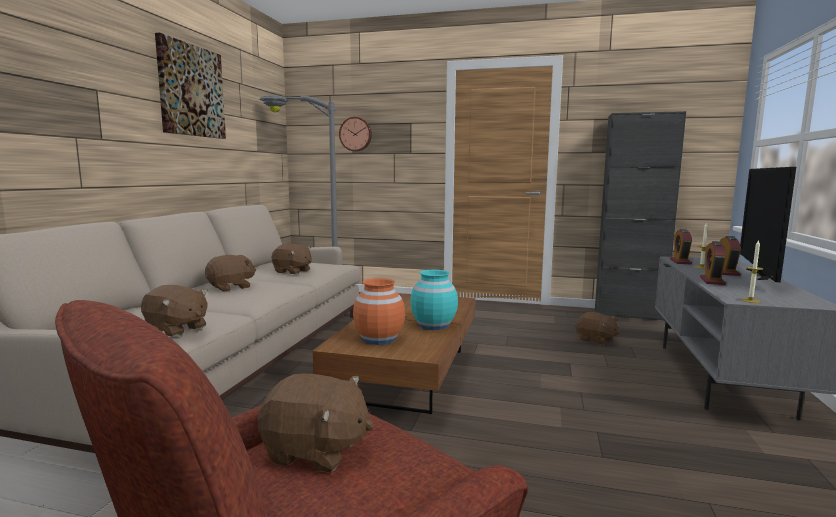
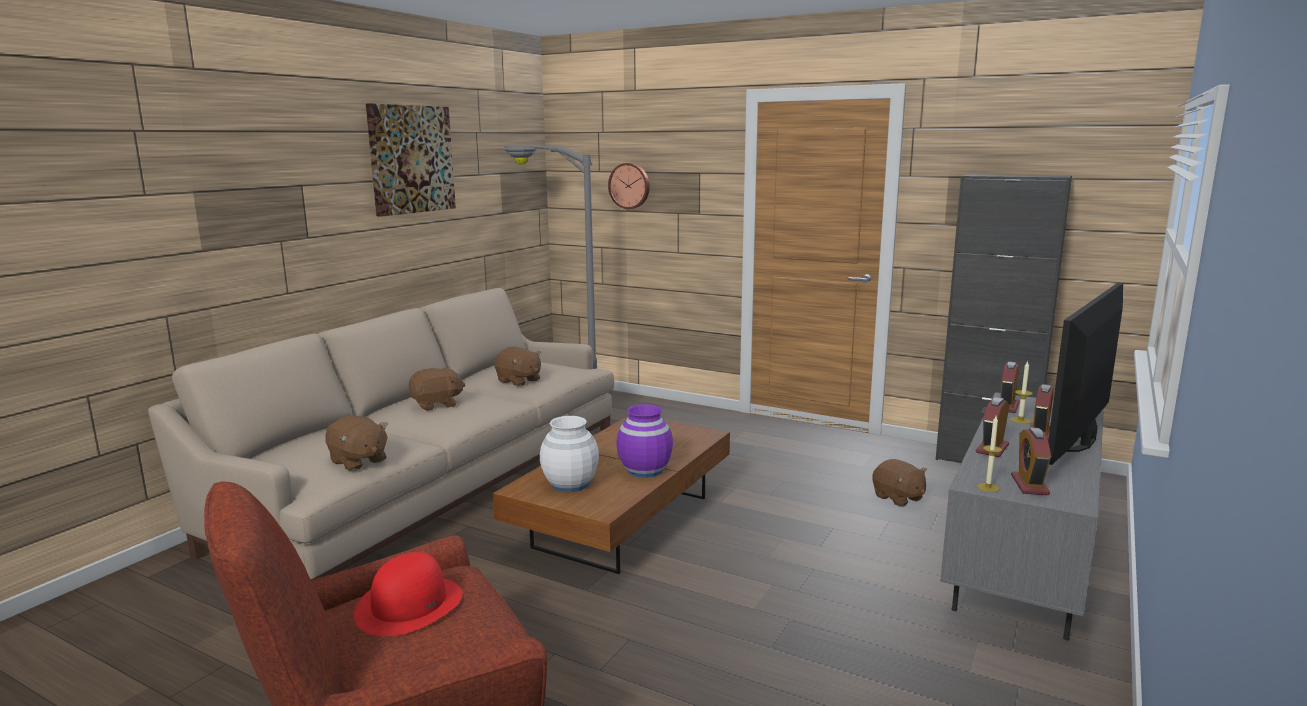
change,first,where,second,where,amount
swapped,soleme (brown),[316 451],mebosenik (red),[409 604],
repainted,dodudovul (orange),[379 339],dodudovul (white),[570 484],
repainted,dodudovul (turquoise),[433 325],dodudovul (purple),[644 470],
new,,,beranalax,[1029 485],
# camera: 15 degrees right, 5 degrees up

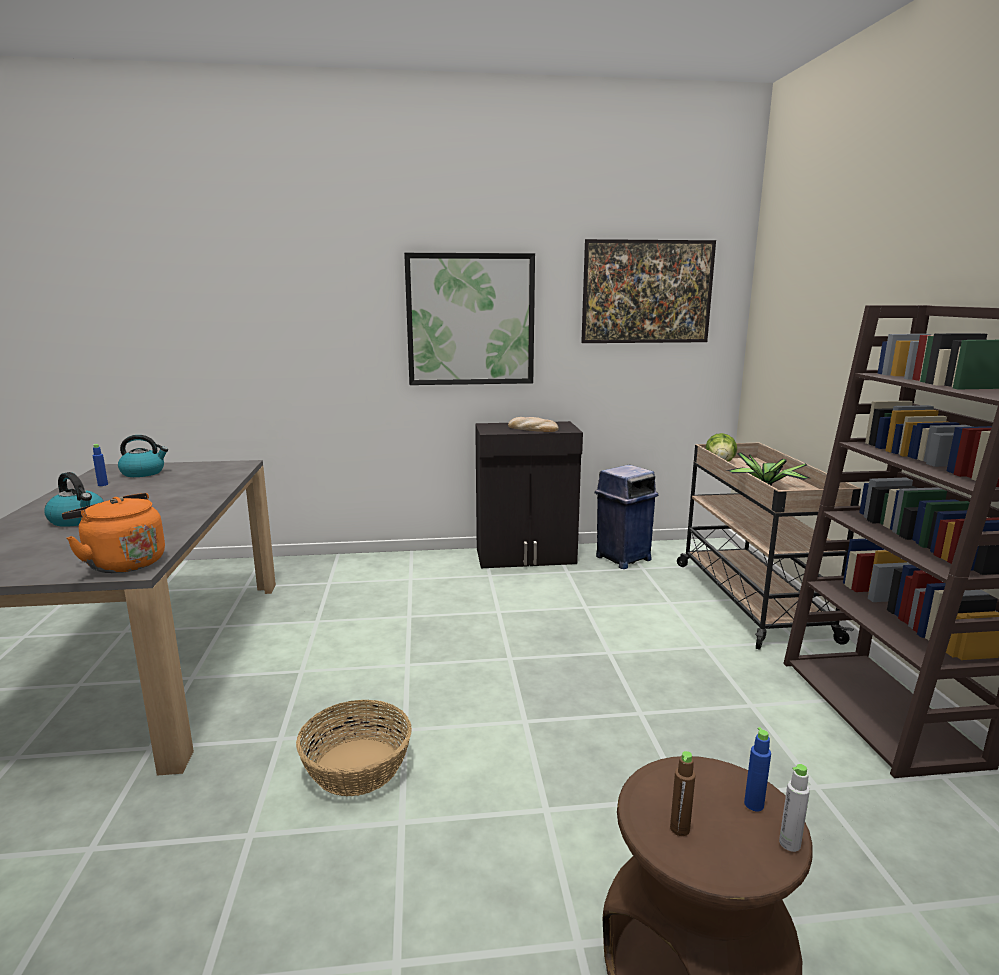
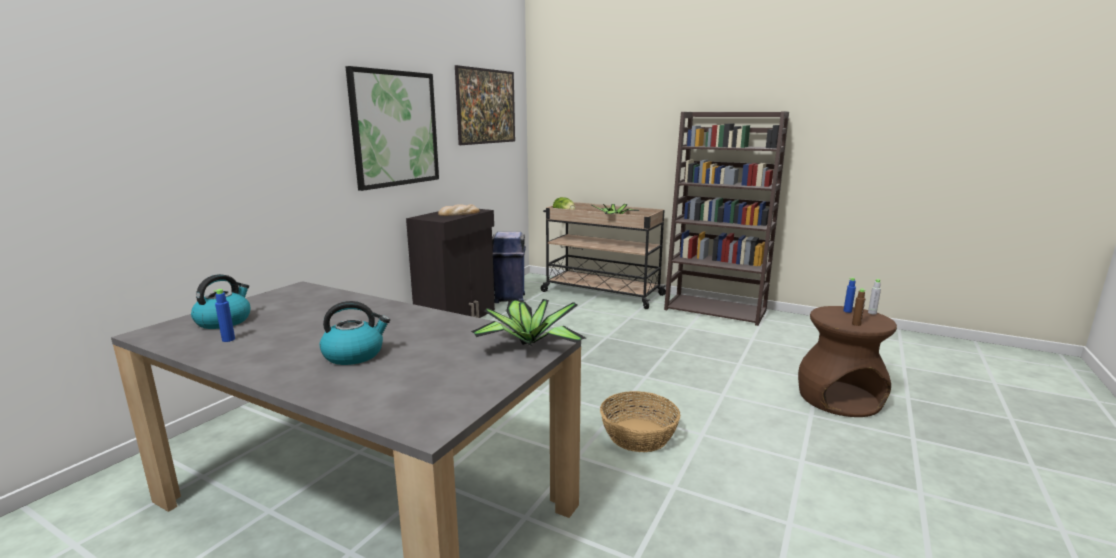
change,first,where,second,where,amount
swapped,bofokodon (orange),[122 563],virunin,[527 344],
# camera: 55 degrees left, 0 degrees up

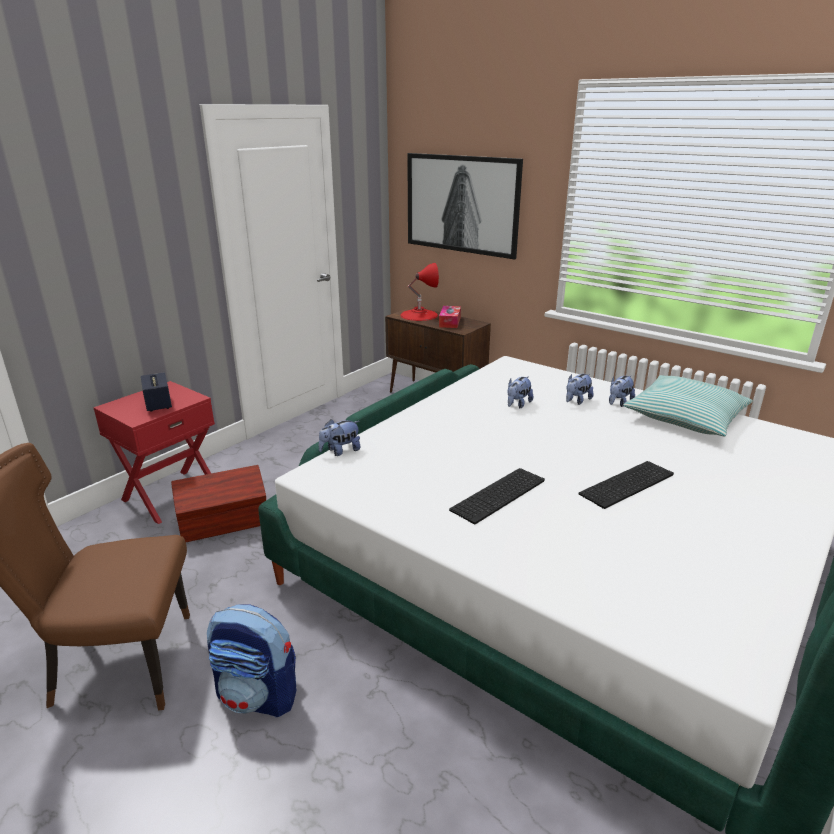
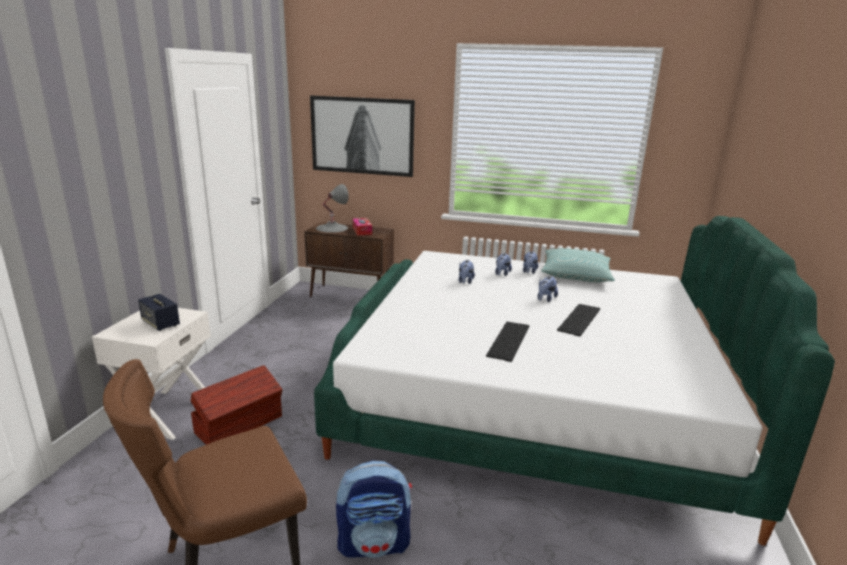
change,first,where,second,where,amount
repainted,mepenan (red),[171 495],mepenan (white),[166 413],
shifted,soleme,[340 451],,[545 299],
repainted,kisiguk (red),[419 315],kisiguk (grey),[332 228],
# camera: 25 degrees left, 5 degrees down

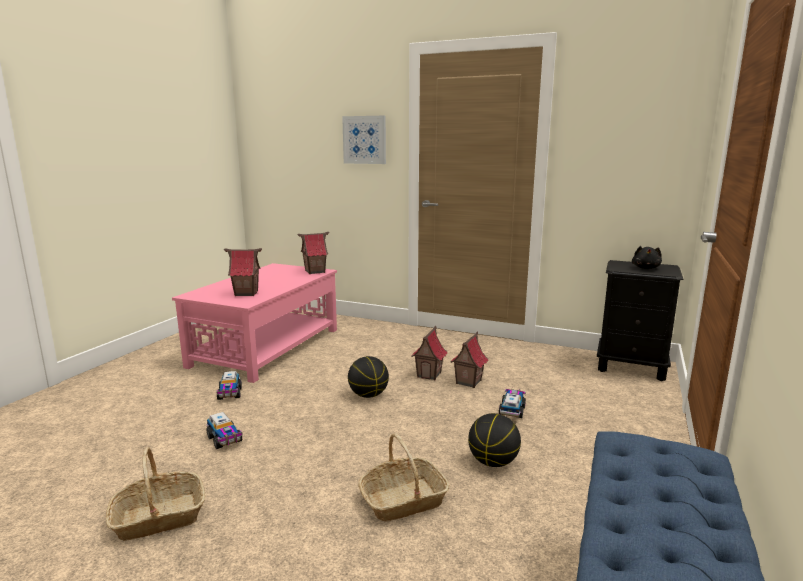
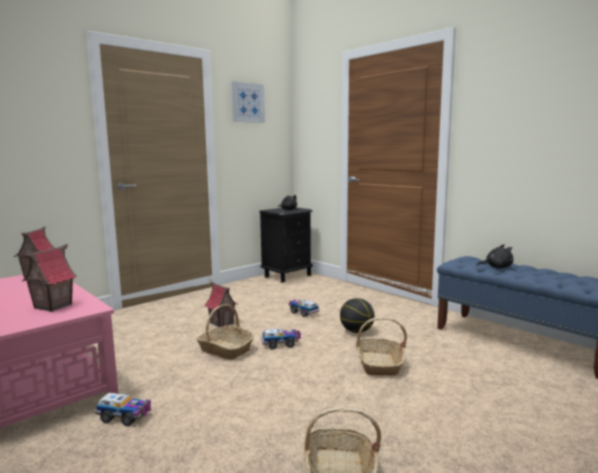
change,first,where,second,where,amount
shifted,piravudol,[225 439],,[281 344],
shifted,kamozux,[364 140],,[247 102],
swapped,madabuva,[368 395],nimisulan,[225 349],
gone,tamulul,[468 382],,,
new,,,soleme (black),[497 267],
# camera: 65 degrees left, 5 degrees down

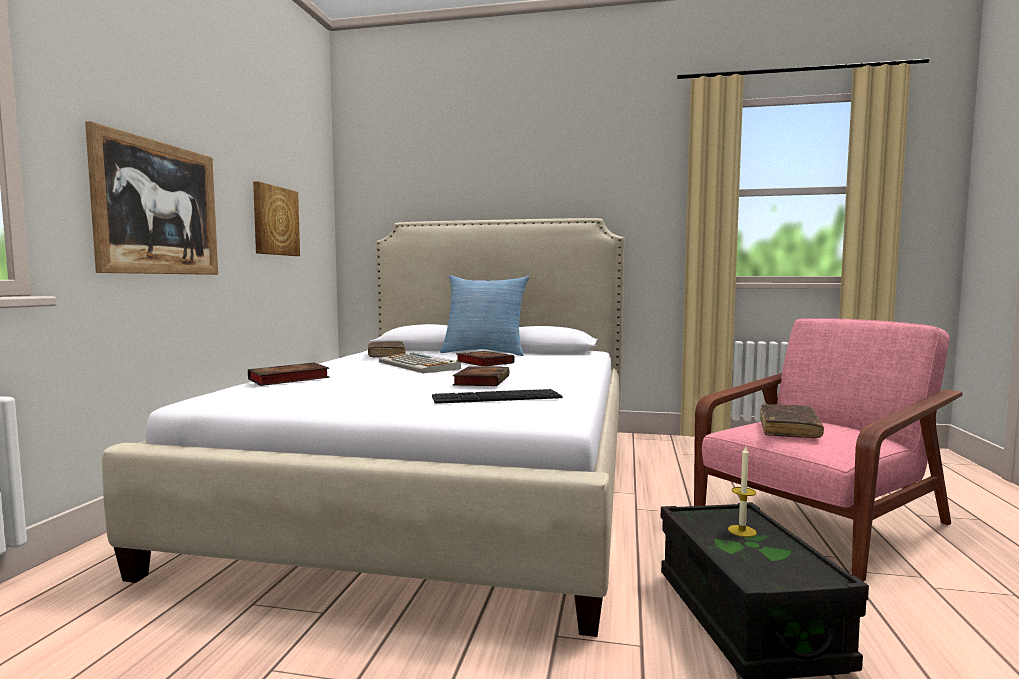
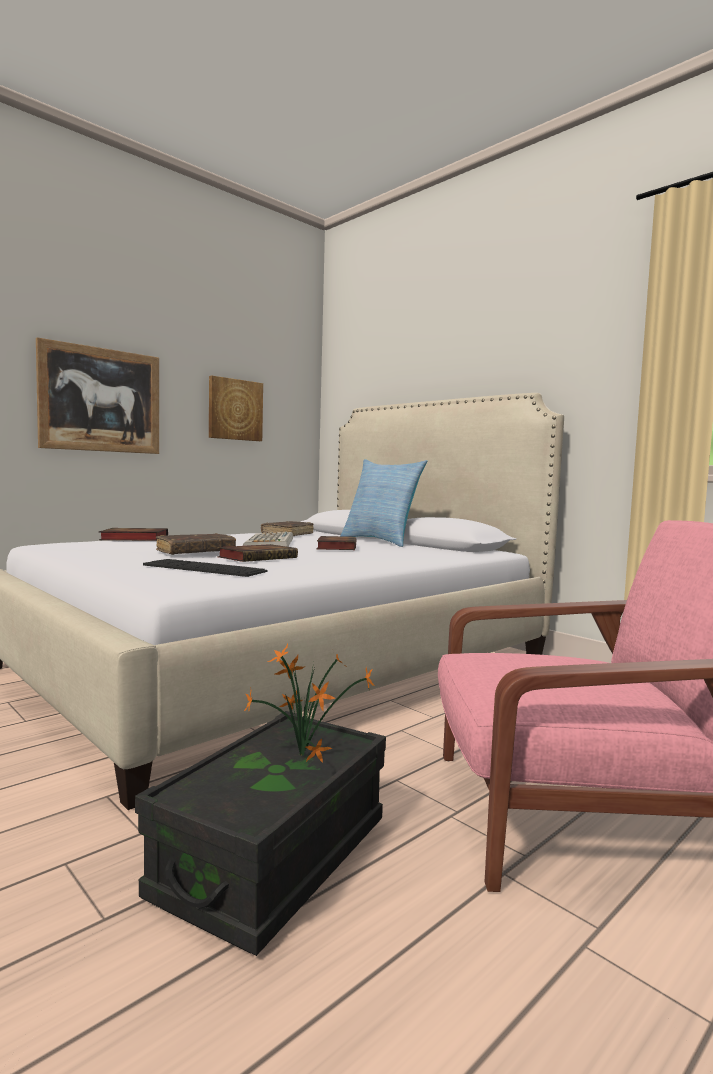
change,first,where,second,where,amount
swapped,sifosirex,[742 531],virunin,[302 755],
shifted,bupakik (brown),[789 429],,[196 552],
# camera: 35 degrees right, 0 degrees up

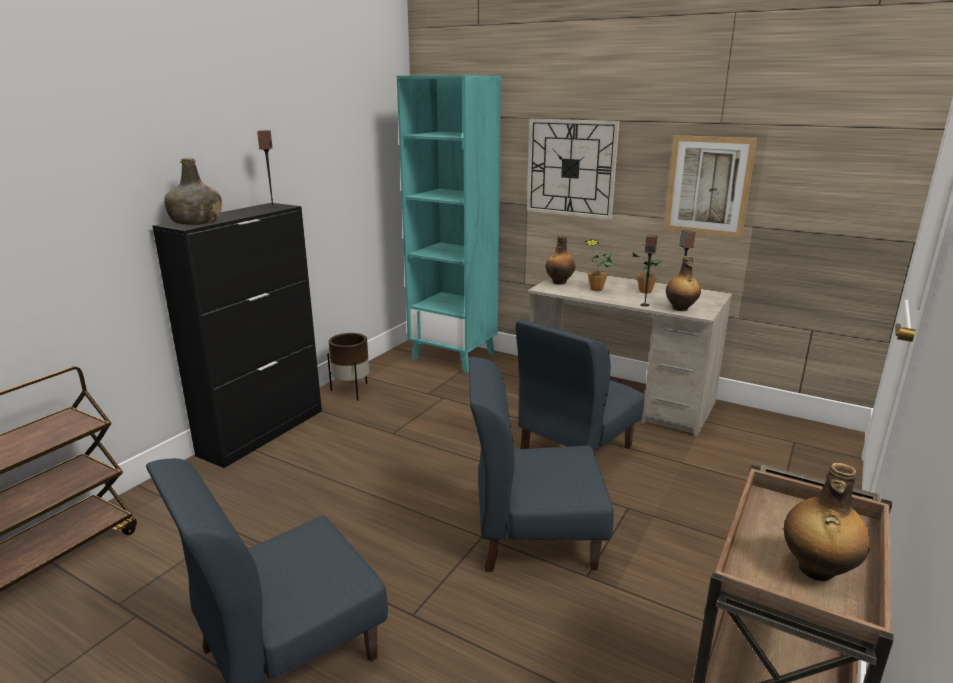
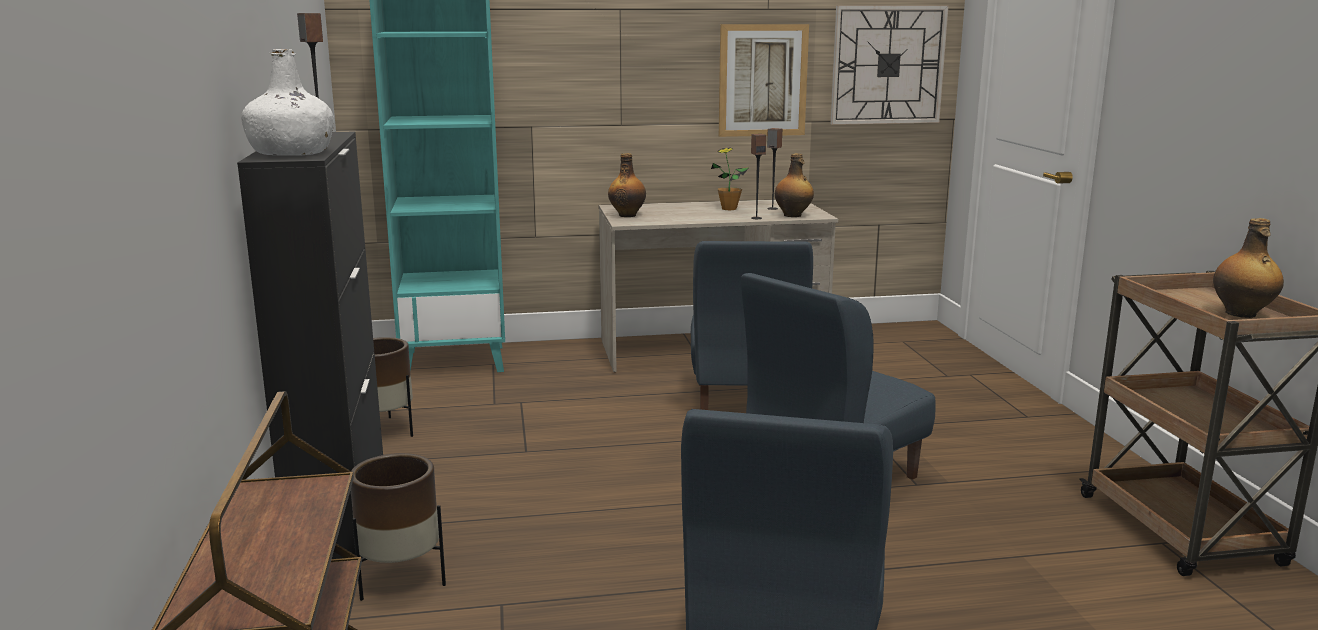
change,first,where,second,where,amount
repainted,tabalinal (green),[196 222],tabalinal (white),[292 153],
shifted,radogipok,[571 168],,[887 65],
gone,virunin,[596 289],,,
new,,,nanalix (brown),[401 580],
# camera: 40 degrees left, 5 degrees down

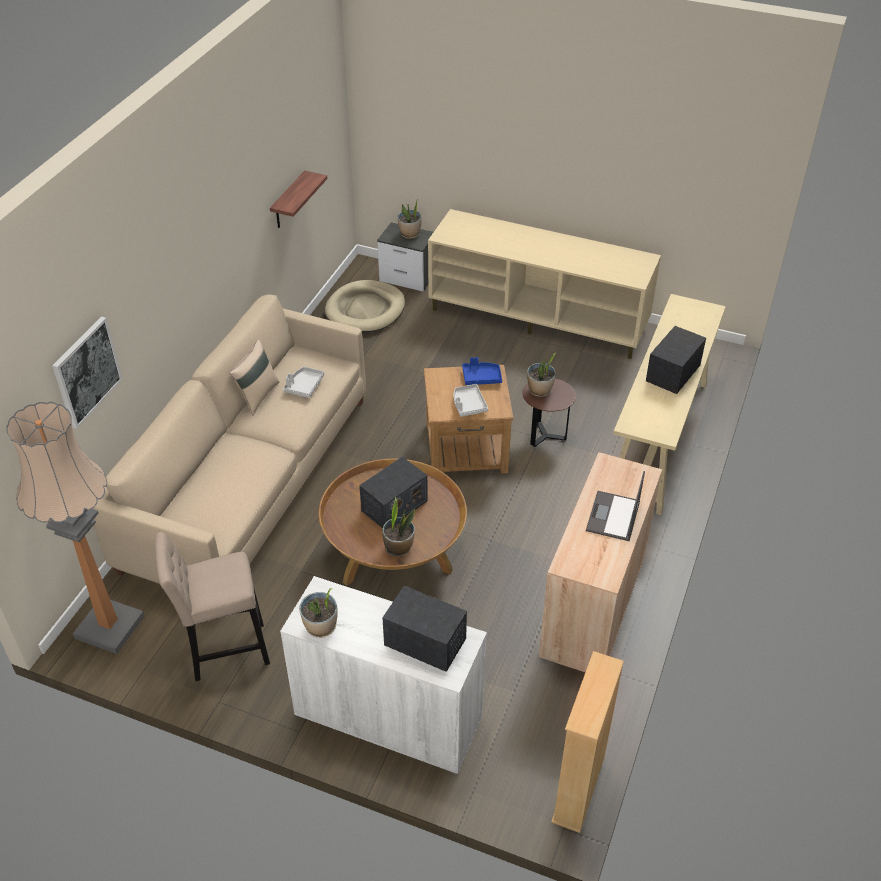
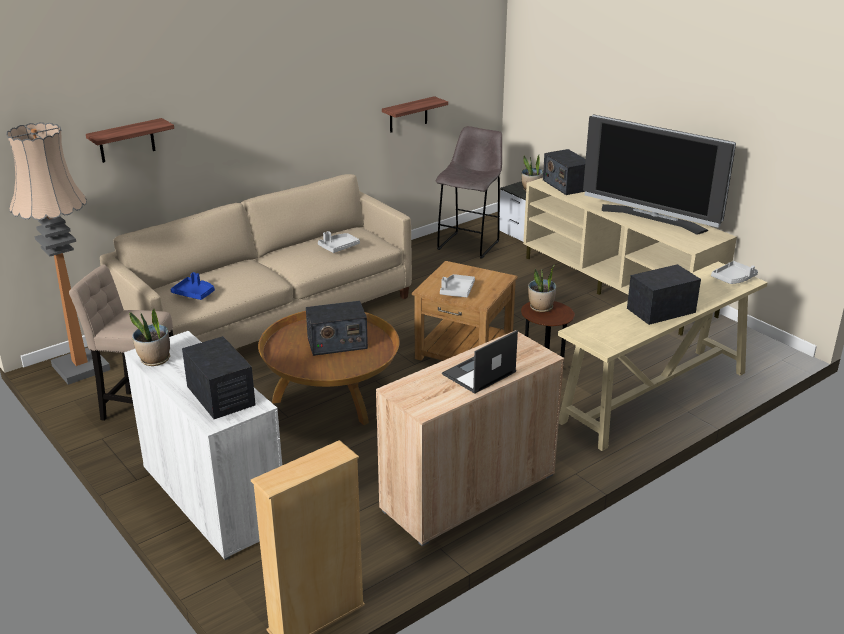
change,first,where,second,where,amount
swapped,kamozux,[86 371],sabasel,[126 141],
gone,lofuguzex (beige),[257 396],,,
swapped,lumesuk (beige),[365 310],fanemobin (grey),[469 244],
gone,virunin,[398 548],,,
shifted,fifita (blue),[481 377],,[194 293],
new,,,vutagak,[565 185],
new,,,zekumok,[652 219],
new,,,fifita (grey),[733 278],
# camera: 30 degrees right, 15 degrees down

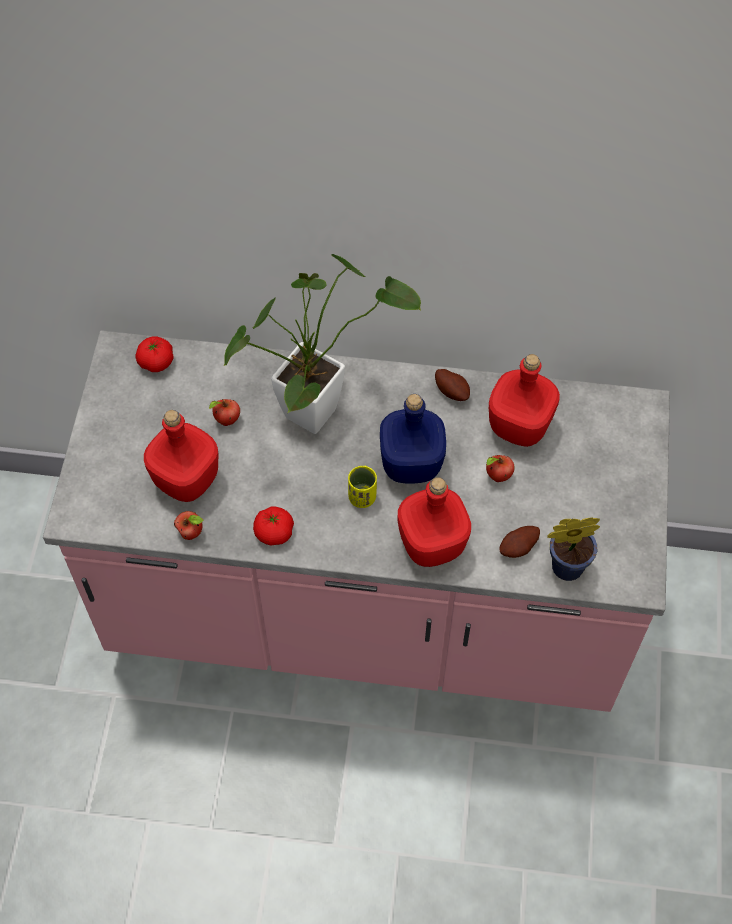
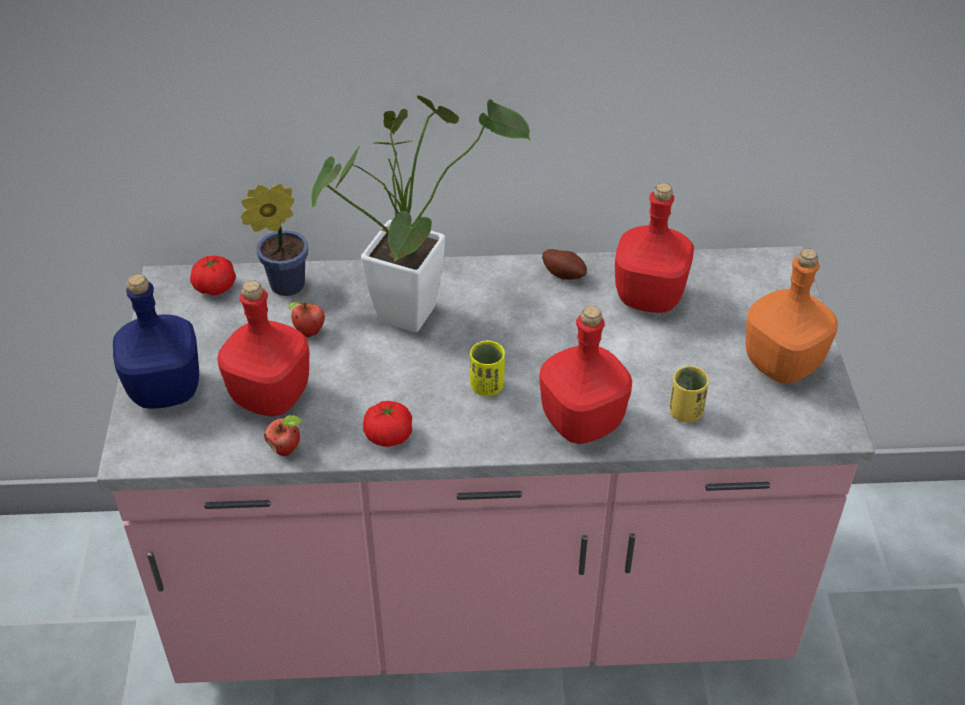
change,first,where,second,where,amount
shifted,tabalinal (blue),[411 463],,[165 388],
gone,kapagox,[497 477],,,
swapped,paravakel,[519 548],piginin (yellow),[685 412],
shifted,virunin,[563 567],,[282 286],
new,,,tabalinal (orange),[783 365],
# camera: 10 degrees left, 15 degrees down

